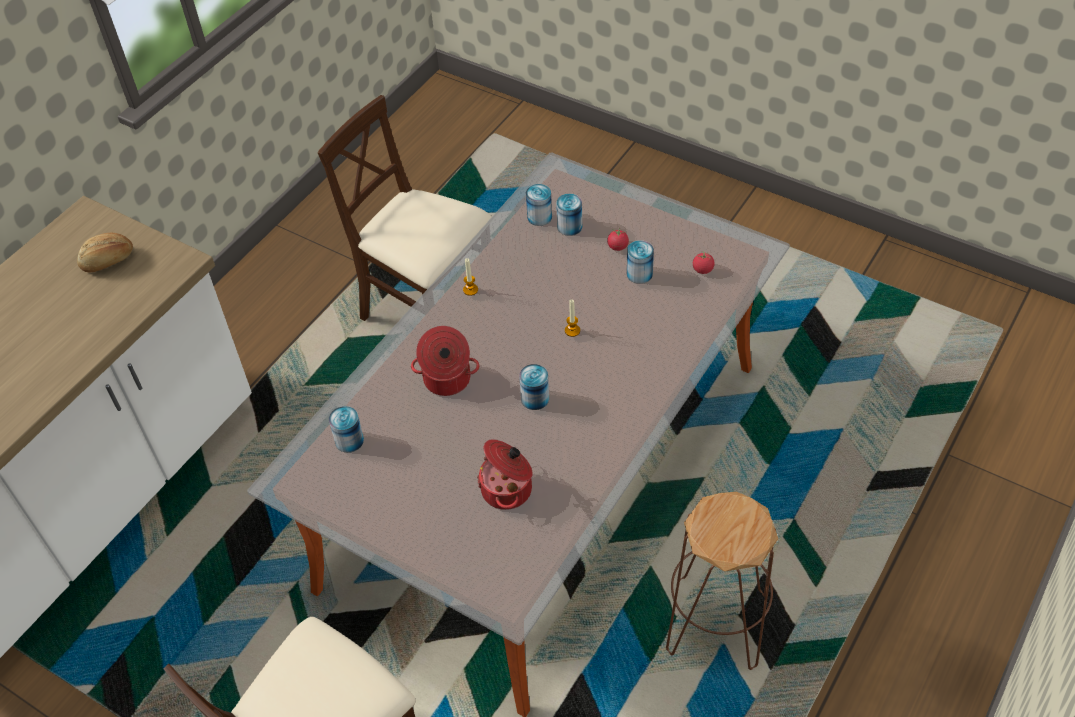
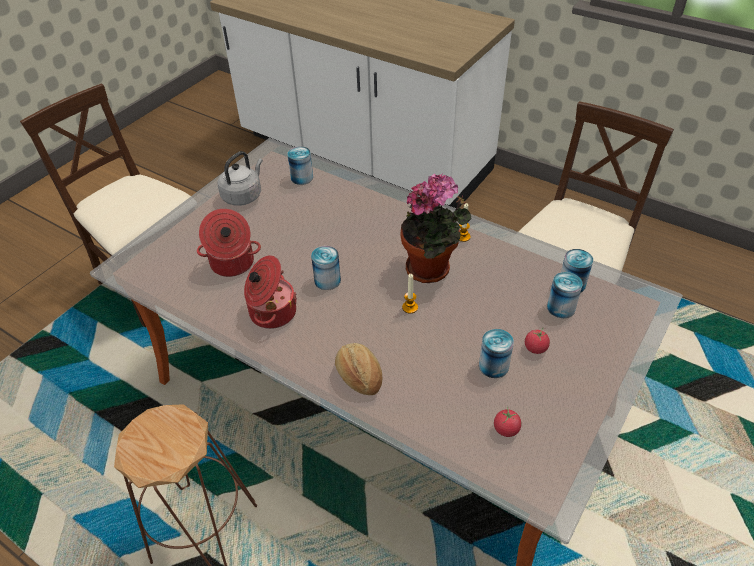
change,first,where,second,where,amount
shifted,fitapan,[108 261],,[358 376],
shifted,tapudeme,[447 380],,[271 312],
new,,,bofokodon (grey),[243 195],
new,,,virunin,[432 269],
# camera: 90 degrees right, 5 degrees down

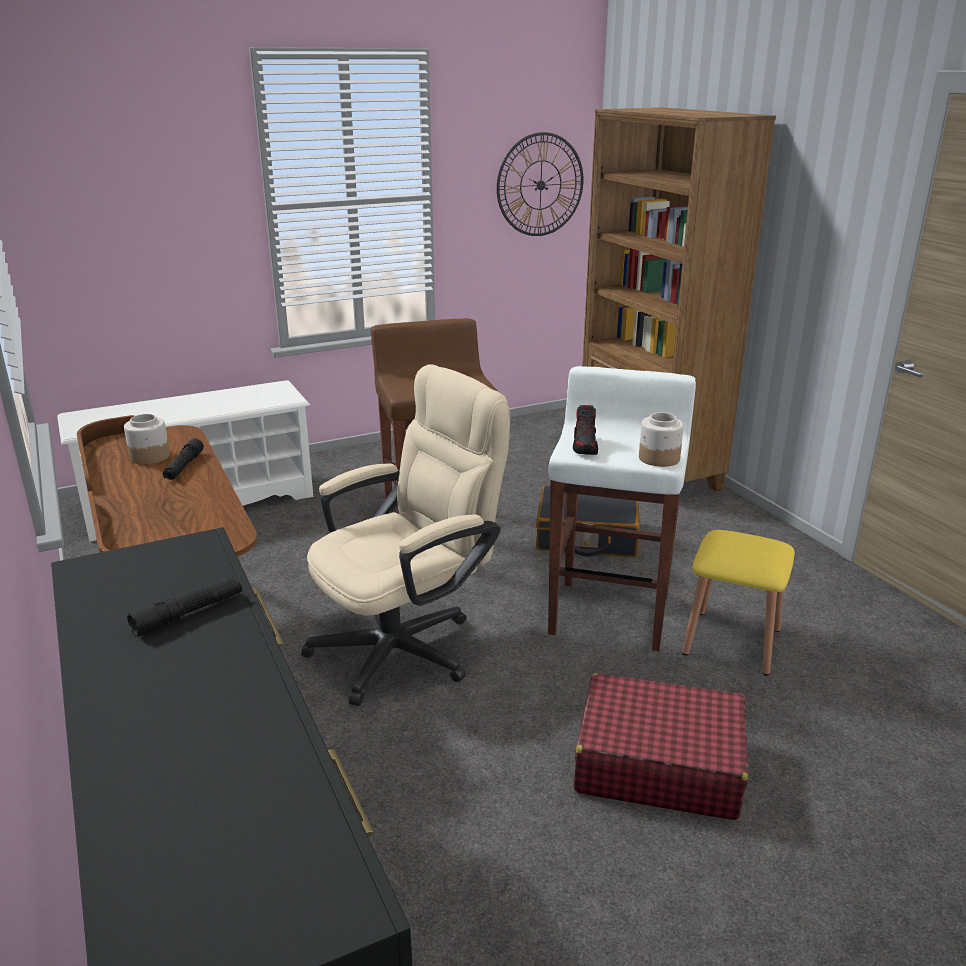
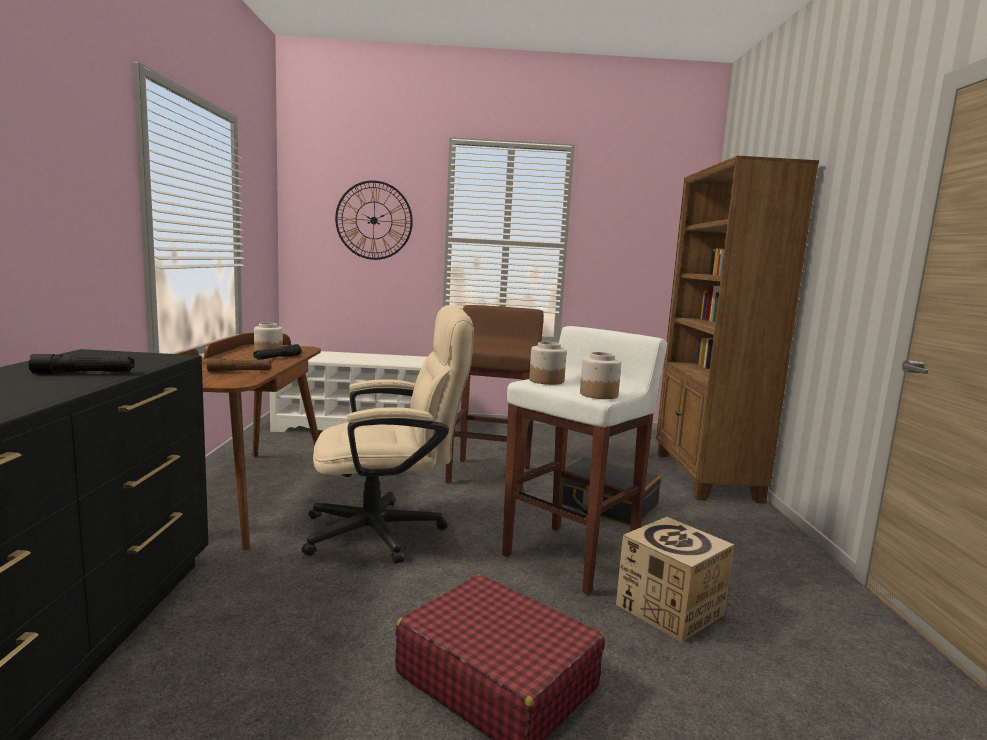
change,first,where,second,where,amount
shifted,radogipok,[540 185],,[374 220],
swapped,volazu,[585 446],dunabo,[547 381],
swapped,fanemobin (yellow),[731 641],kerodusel,[669 609],
new,,,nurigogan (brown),[240 371],
# camera: 25 degrees right, 15 degrees down

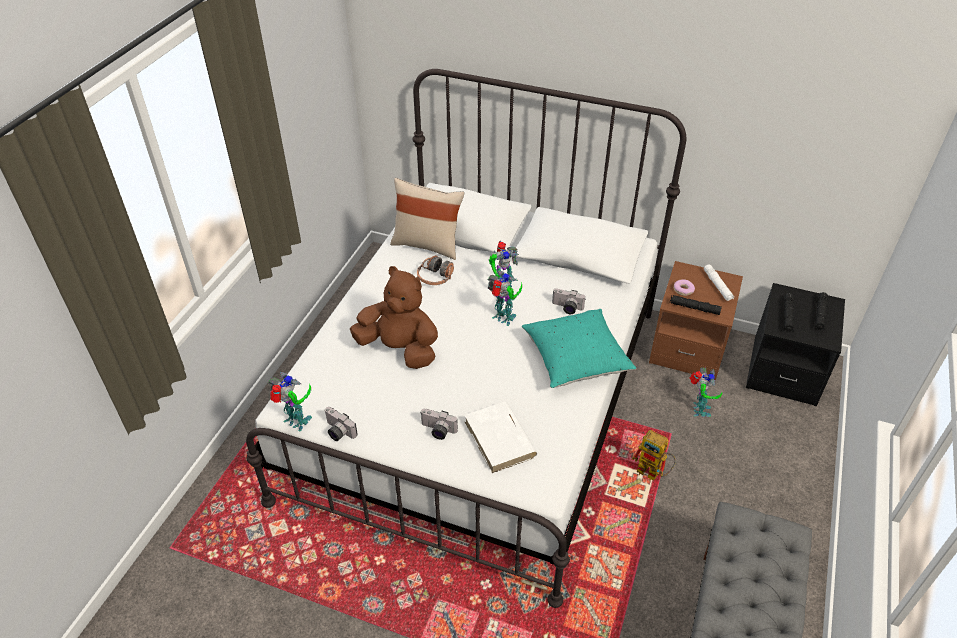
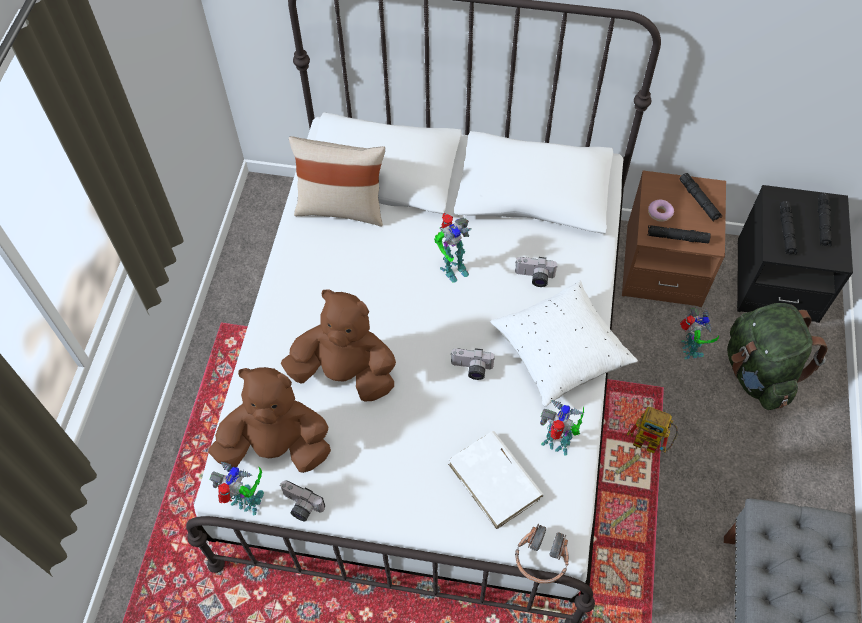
change,first,where,second,where,amount
shifted,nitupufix,[435 277],,[541 558],
shifted,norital,[437 431],,[471 369],
shifted,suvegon,[504 319],,[557 444],
repainted,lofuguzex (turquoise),[575 360],lofuguzex (white),[560 352],
repainted,nurigogan (white),[717 286],nurigogan (black),[699 200],
new,,,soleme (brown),[277 446],
new,,,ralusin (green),[758 373],
# camera: 10 degrees left, 15 degrees up

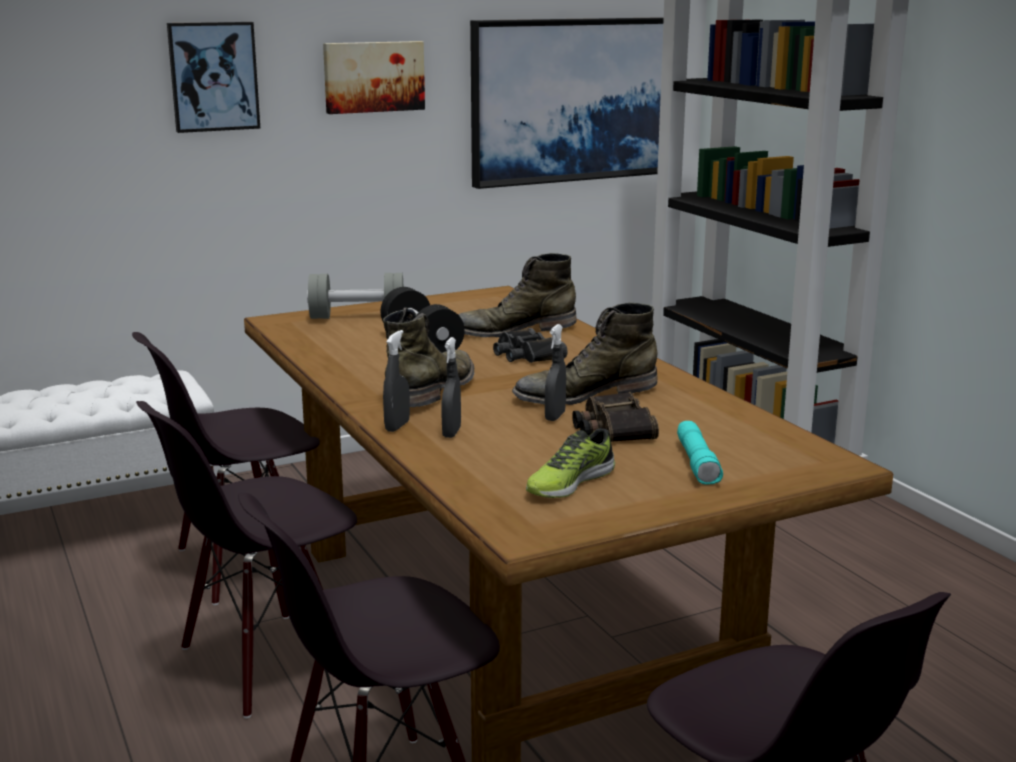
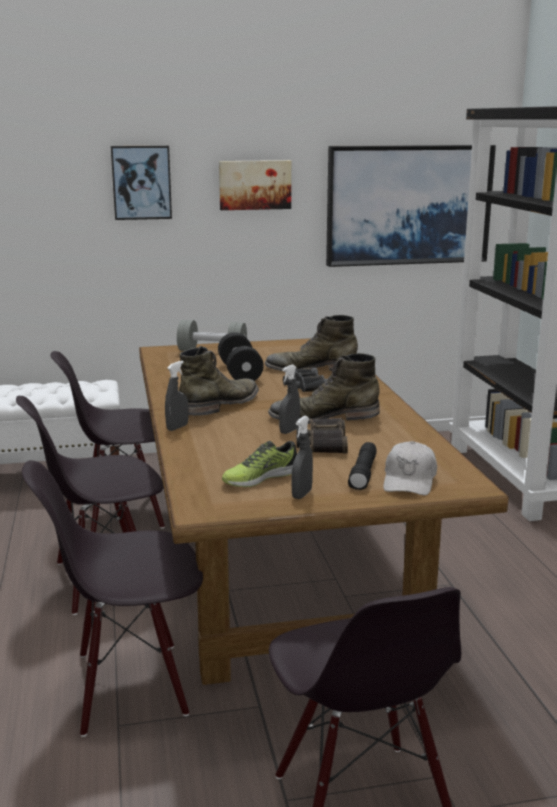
change,first,where,second,where,amount
shifted,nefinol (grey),[451 433],,[302 494],
repainted,nurigogan (turquoise),[698 463],nurigogan (black),[364 474],
new,,,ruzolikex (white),[409 480],
# camera: 15 degrees right, 0 degrees up

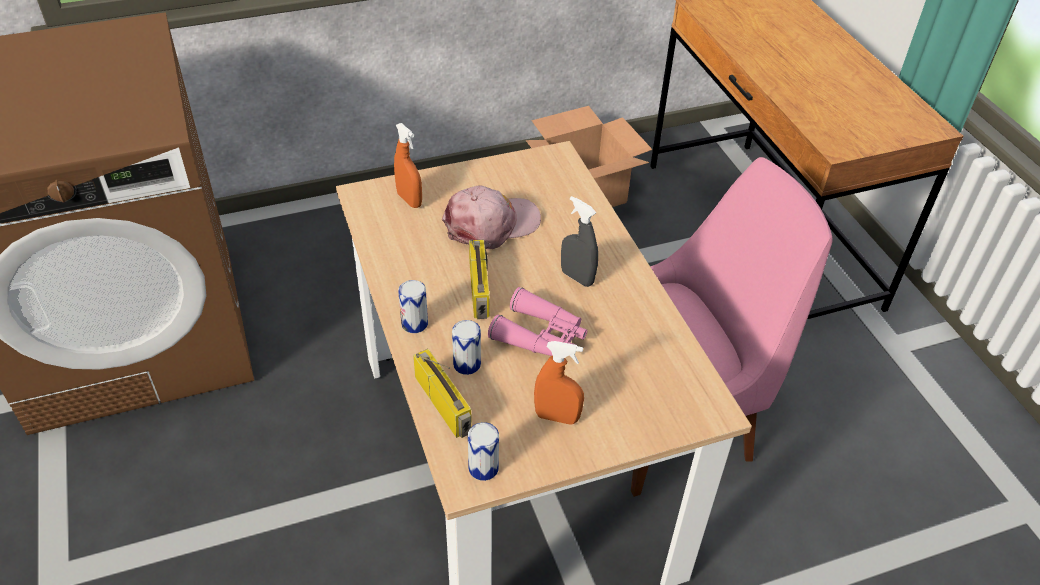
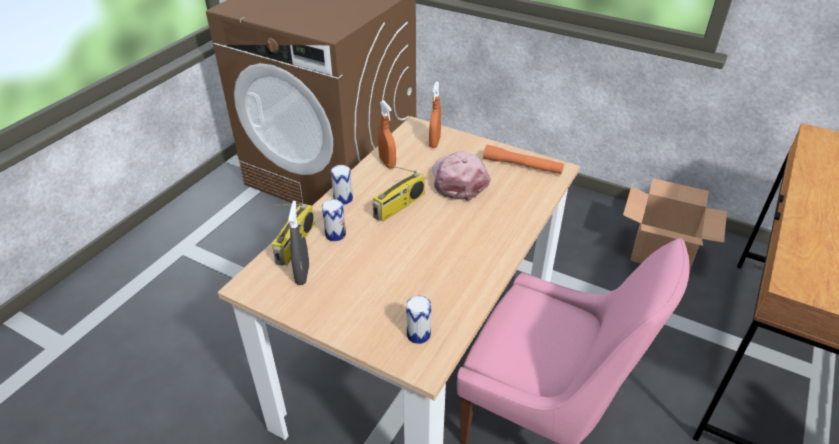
change,first,where,second,where,amount
rotated,ruzolikex (pink),[491 224],,[458 179],120 degrees counterclockwise
shifted,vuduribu,[483 468],,[418 334],
gone,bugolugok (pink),[541 336],,,
shifted,nefinol (orange),[557 417],,[387 163],
shifted,nefinol (grey),[577 277],,[302 274],
new,,,nurigogan (orange),[522 166],
# camera: 50 degrees right, 5 degrees down

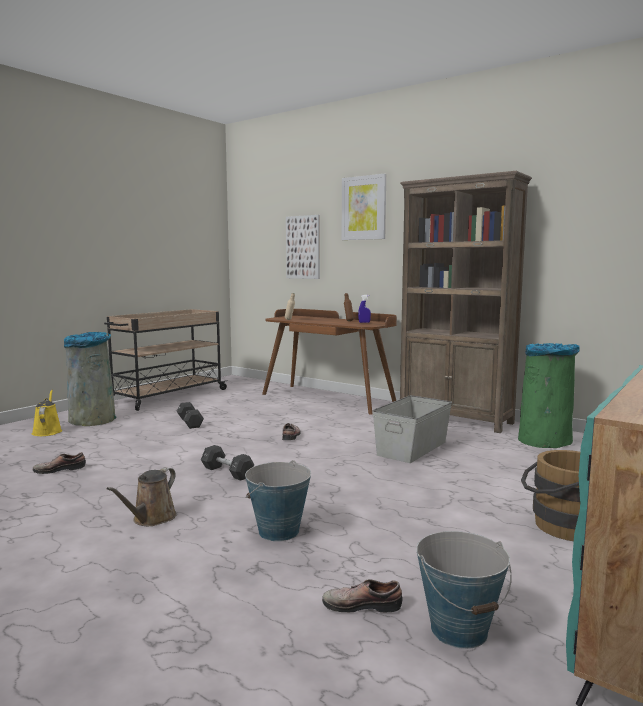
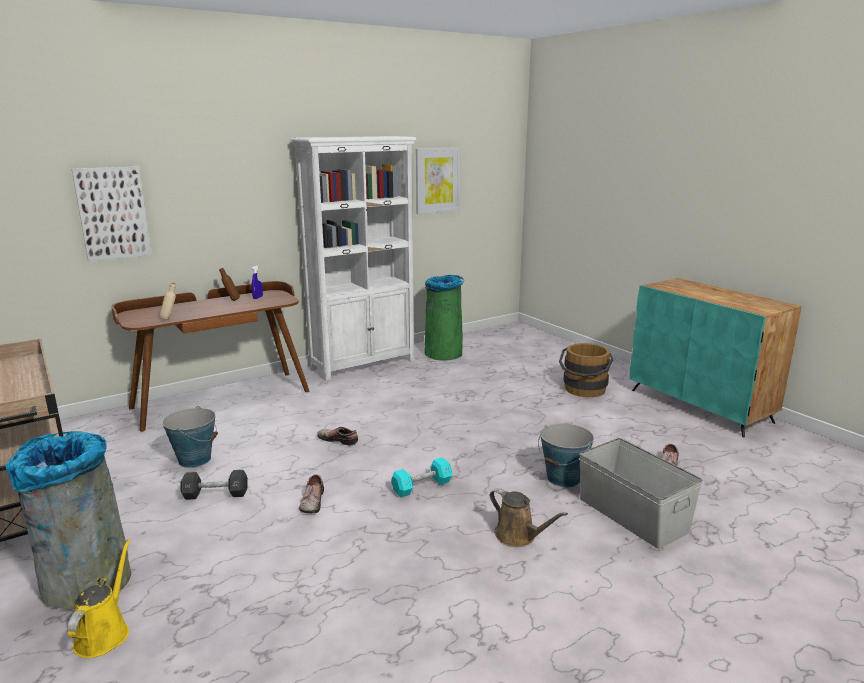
change,first,where,second,where,amount
rotated,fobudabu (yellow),[47 431],,[104 633],90 degrees clockwise
shifted,volazu,[60 469],,[311 501],
repainted,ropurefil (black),[227 472],ropurefil (turquoise),[422 486],
shifted,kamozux,[364 208],,[437 180],
shifted,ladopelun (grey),[411 448],,[632 515],
repainted,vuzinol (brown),[455 419],vuzinol (white),[363 364],
shifted,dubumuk,[459 629],,[195 459],
# camera: 70 degrees left, 10 degrees up

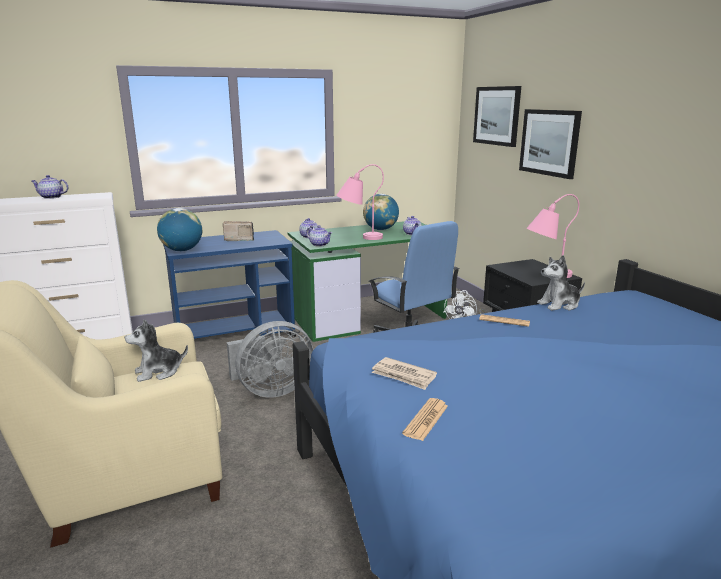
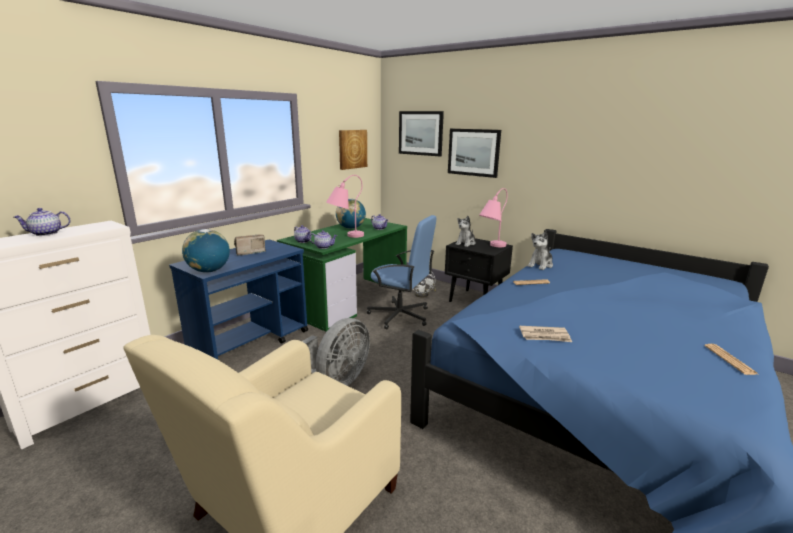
change,first,where,second,where,amount
shifted,soleme,[158 372],,[465 243],
shifted,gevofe,[426 419],,[730 360],
new,,,kamozux,[352 149],
# camera: 30 degrees left, 0 degrees up

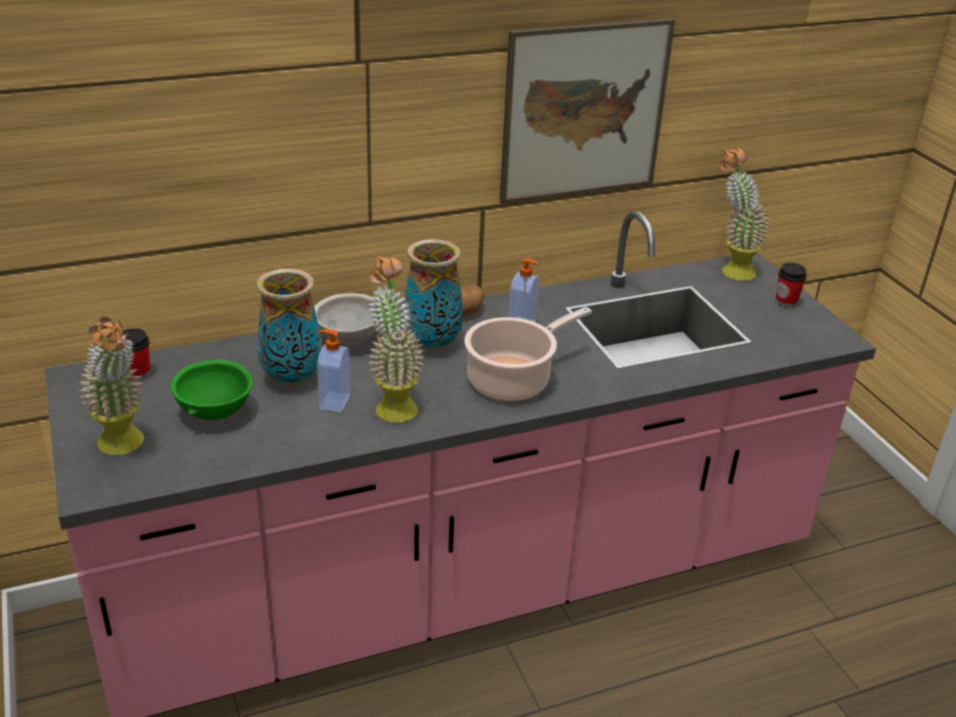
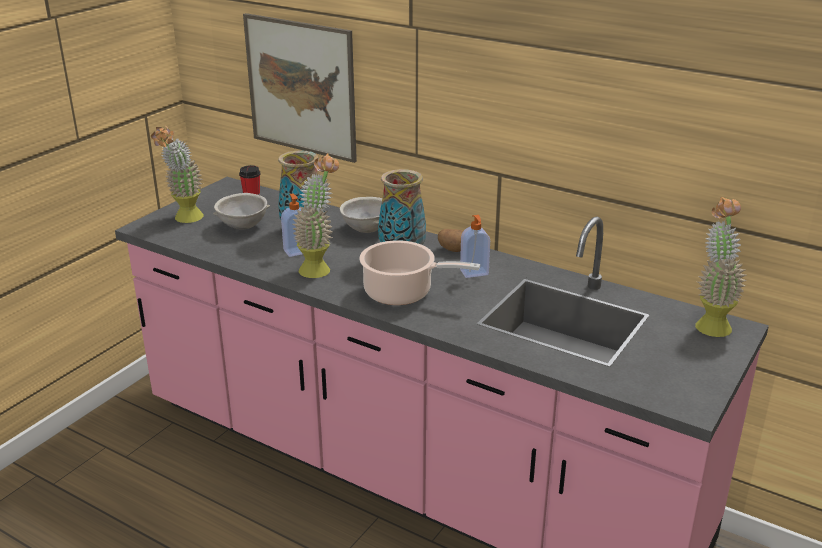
change,first,where,second,where,amount
repainted,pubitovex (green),[216 413],pubitovex (grey),[243 227],
shifted,kamozux,[584 111],,[301 87],
gone,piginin,[786 302],,,
# camera: 55 degrees right, 5 degrees down

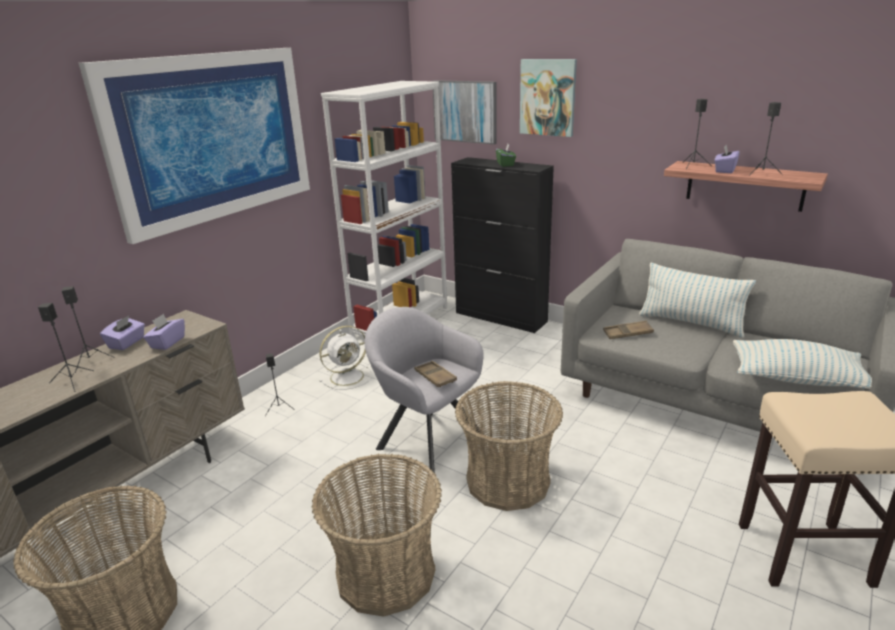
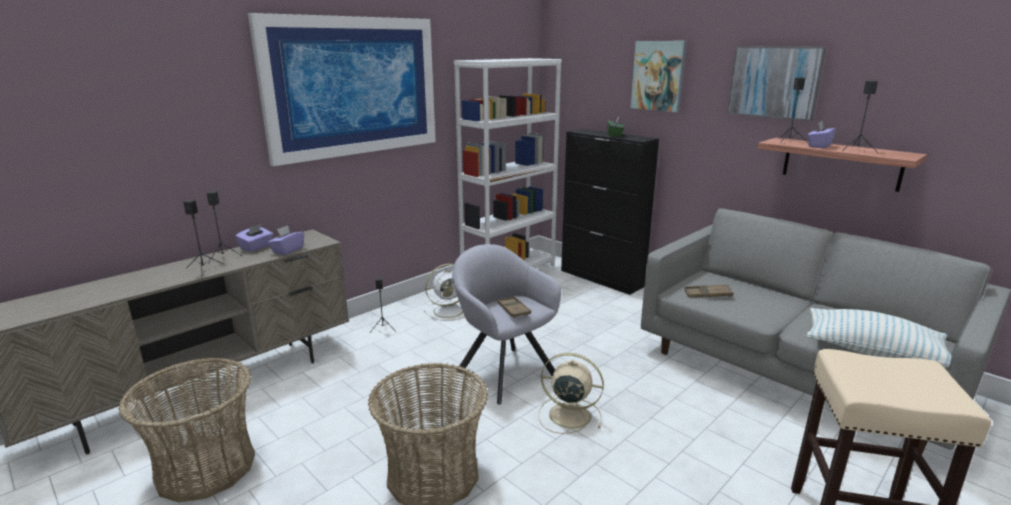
change,first,where,second,where,amount
shifted,kamozux,[465 111],,[774 82],
swapped,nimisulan,[507 481],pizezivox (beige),[568 415],
gone,lofuguzex,[691 323],,,
# camera: 10 degrees right, 5 degrees down

